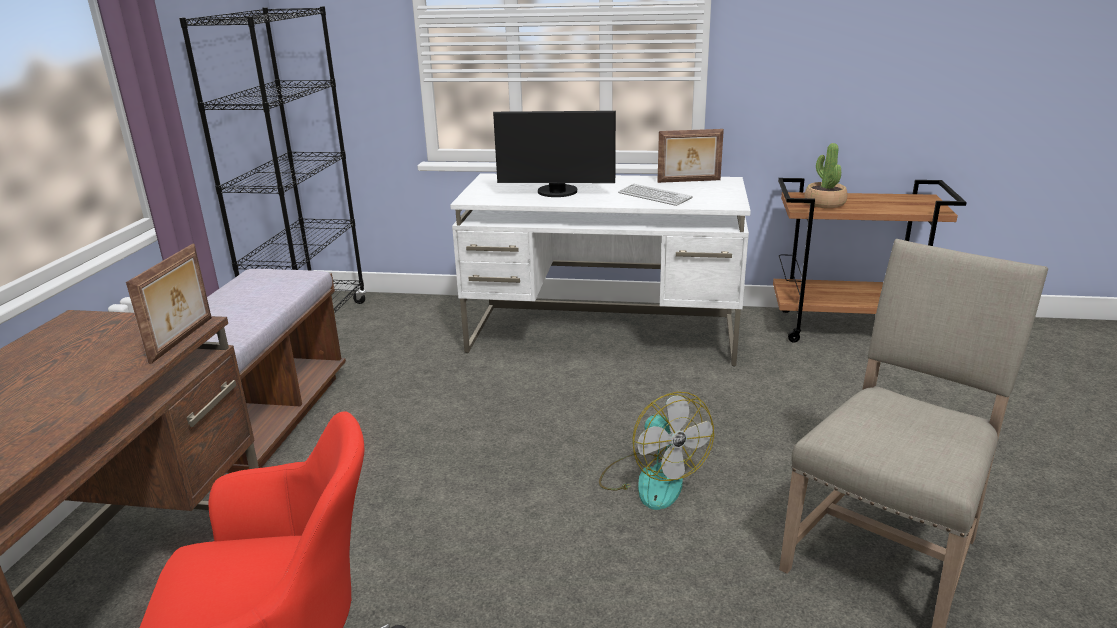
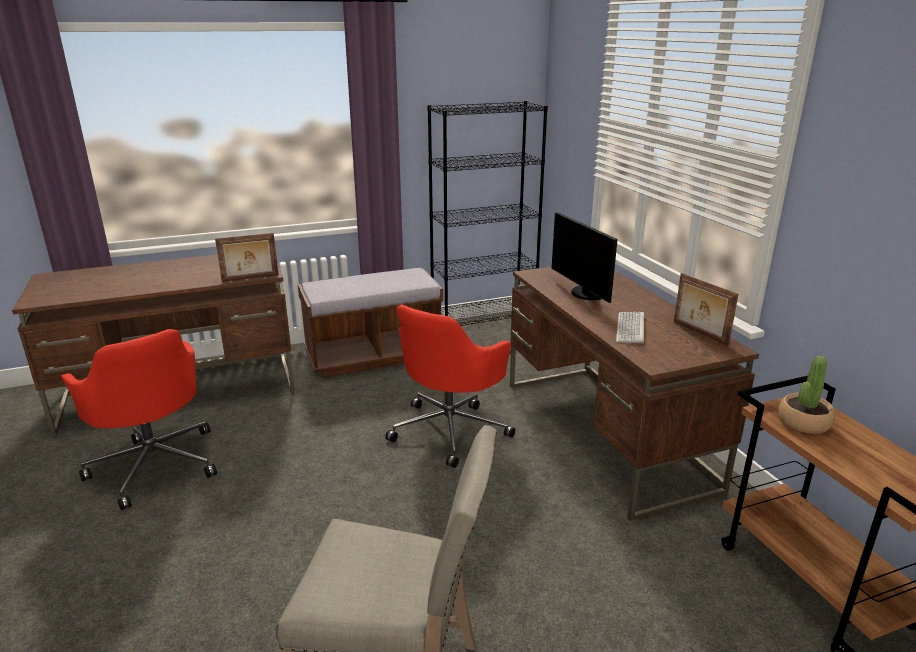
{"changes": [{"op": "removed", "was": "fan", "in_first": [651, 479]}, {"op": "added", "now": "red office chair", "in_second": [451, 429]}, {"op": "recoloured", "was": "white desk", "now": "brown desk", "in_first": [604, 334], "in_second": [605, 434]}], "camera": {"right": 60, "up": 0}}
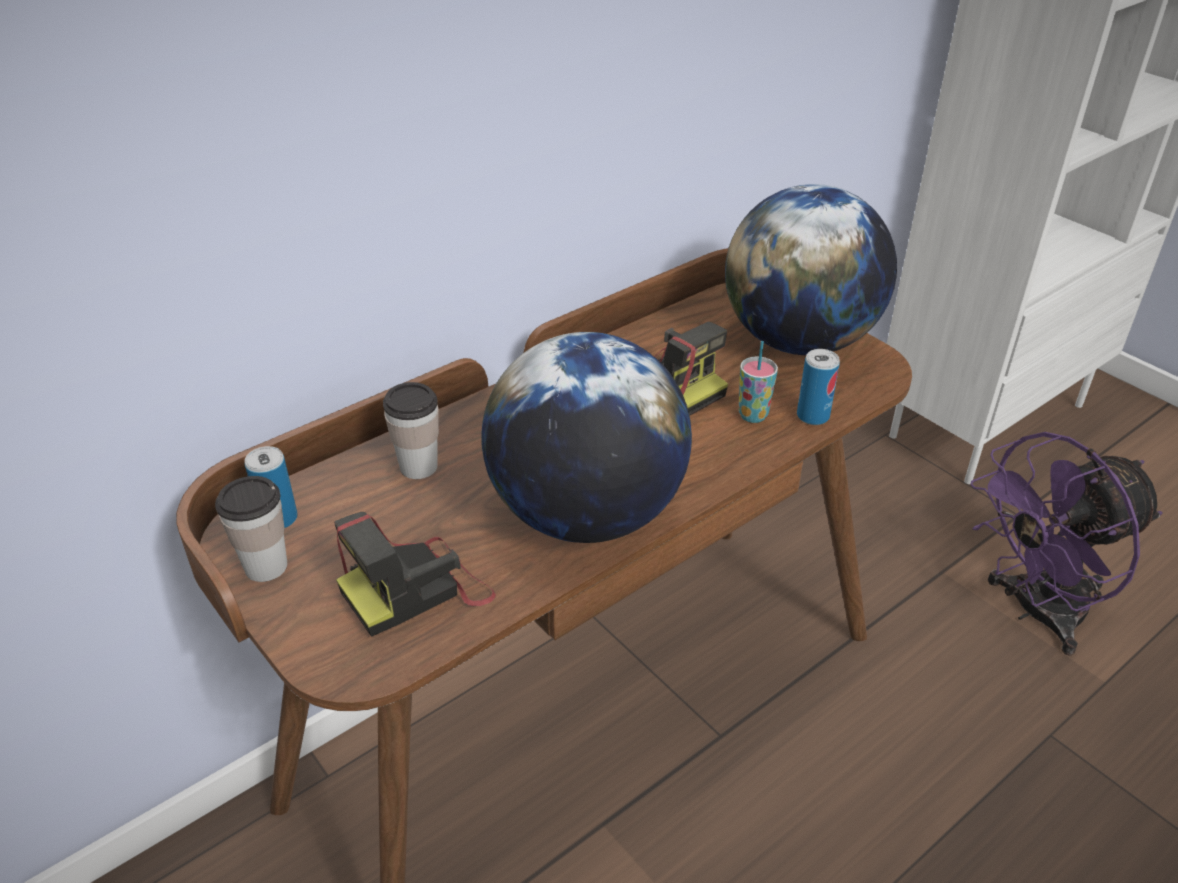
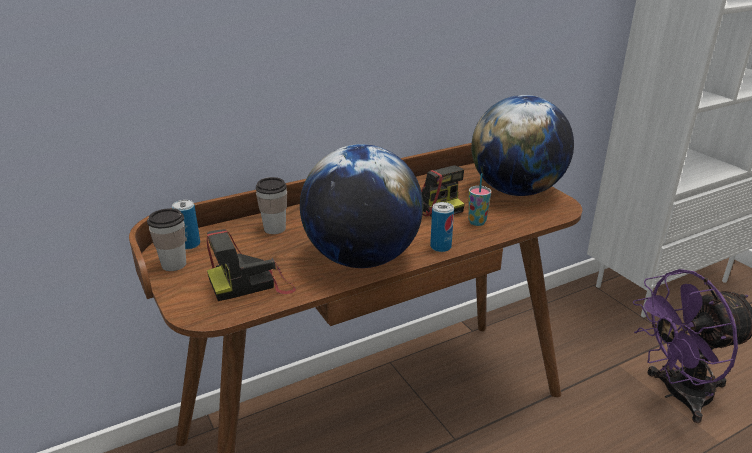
{"changes": [{"op": "moved", "was": "can", "in_first": [813, 416], "in_second": [440, 247]}], "camera": {"right": 10, "up": -10}}
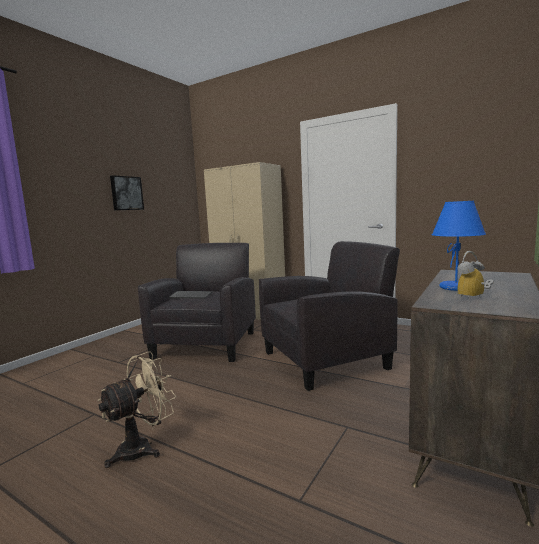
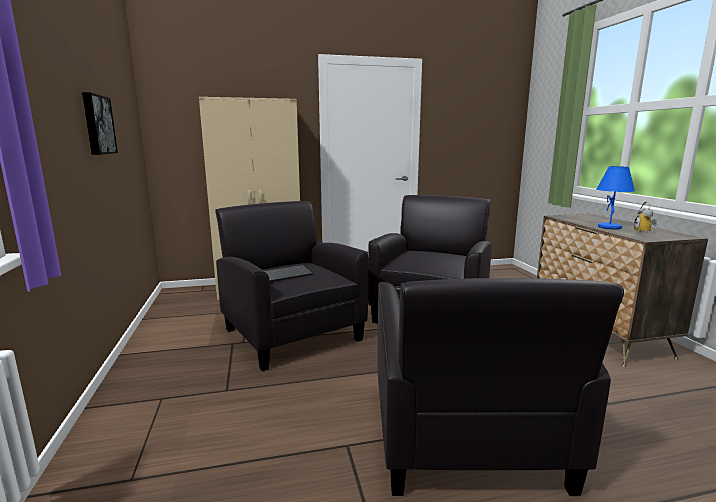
{"changes": [{"op": "replaced", "was": "beige fan", "now": "black armchair", "in_first": [143, 448], "in_second": [465, 438]}], "camera": {"right": -45, "up": 5}}
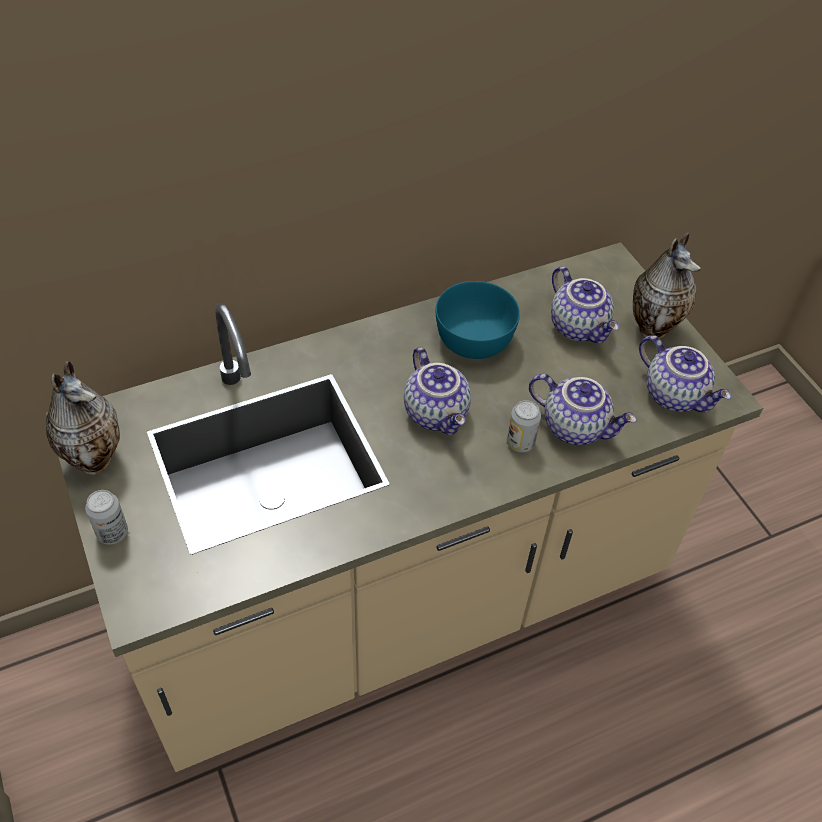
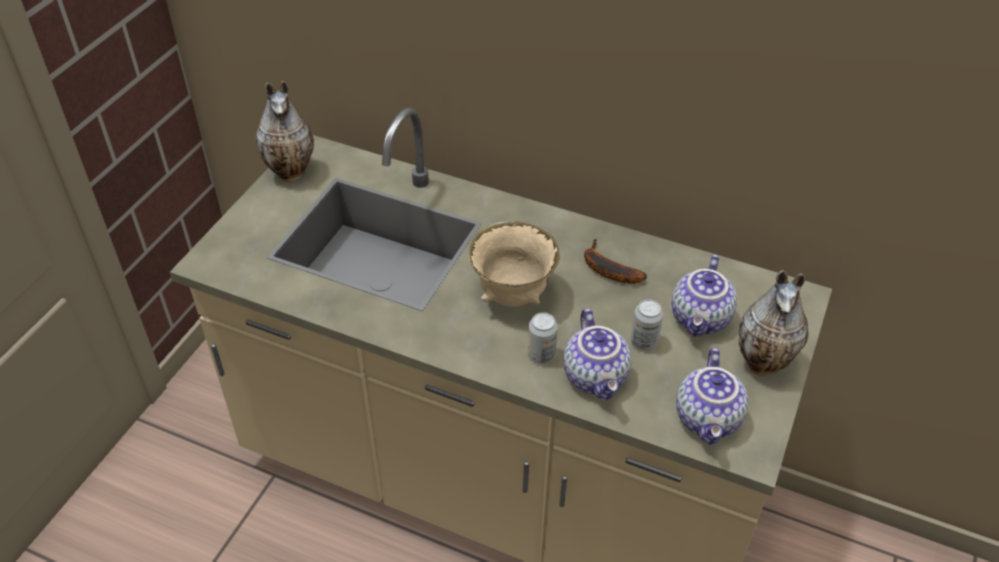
{"changes": [{"op": "moved", "was": "can", "in_first": [112, 533], "in_second": [643, 342]}, {"op": "replaced", "was": "teapot", "now": "beige bowl", "in_first": [437, 413], "in_second": [513, 295]}, {"op": "replaced", "was": "turquoise bowl", "now": "banana", "in_first": [473, 339], "in_second": [606, 269]}], "camera": {"right": 50, "up": -5}}
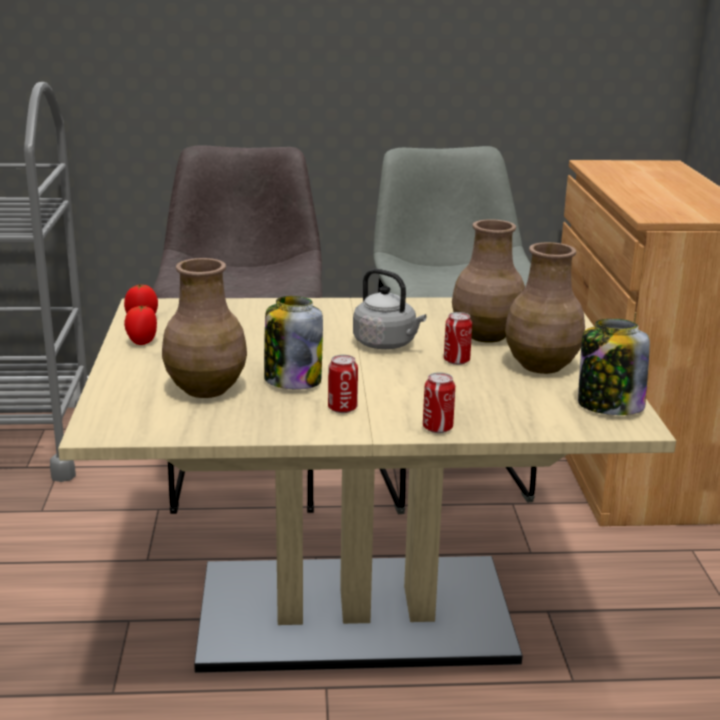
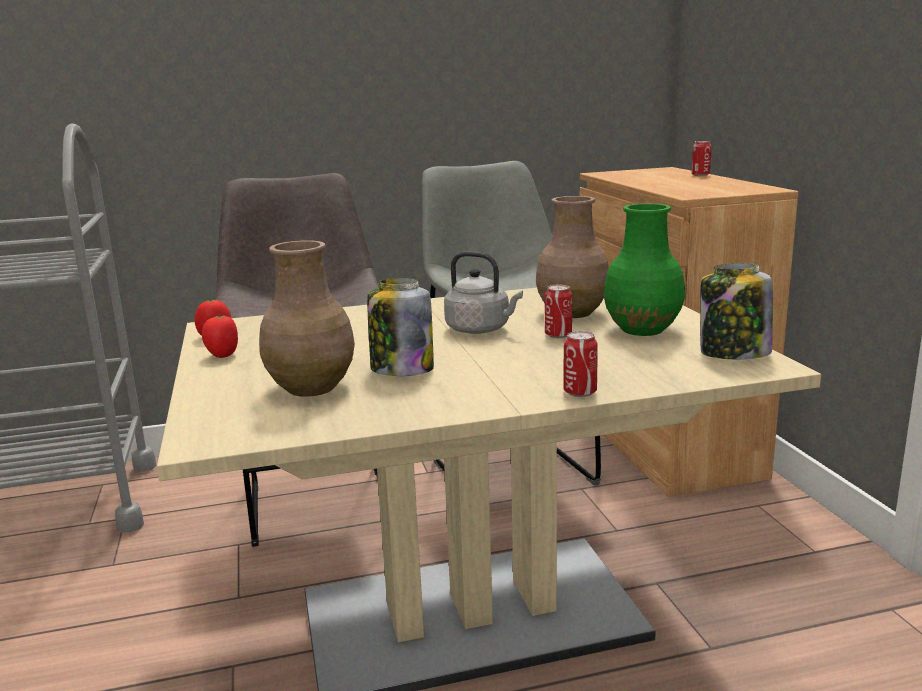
{"changes": [{"op": "moved", "was": "can", "in_first": [342, 408], "in_second": [700, 175]}, {"op": "recoloured", "was": "brown vase", "now": "green vase", "in_first": [542, 366], "in_second": [643, 330]}], "camera": {"right": -10, "up": -5}}
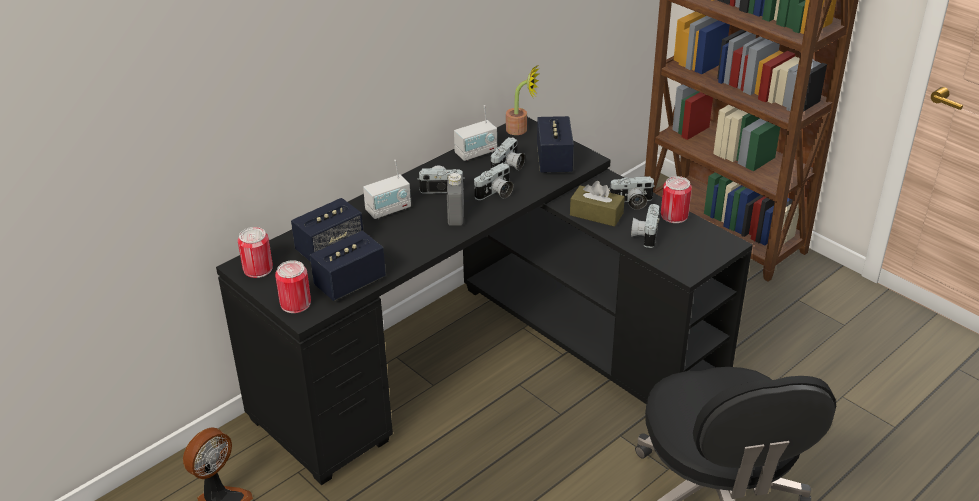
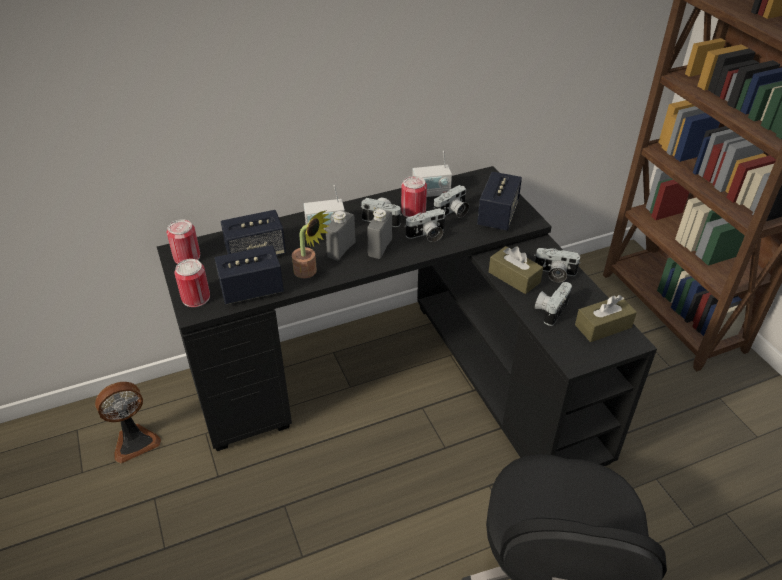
{"changes": [{"op": "added", "now": "grey bottle", "in_second": [341, 250]}, {"op": "added", "now": "brown tissue box", "in_second": [603, 326]}, {"op": "moved", "was": "potted plant", "in_first": [521, 130], "in_second": [309, 272]}, {"op": "moved", "was": "can", "in_first": [674, 215], "in_second": [413, 211]}], "camera": {"right": 20, "up": 5}}
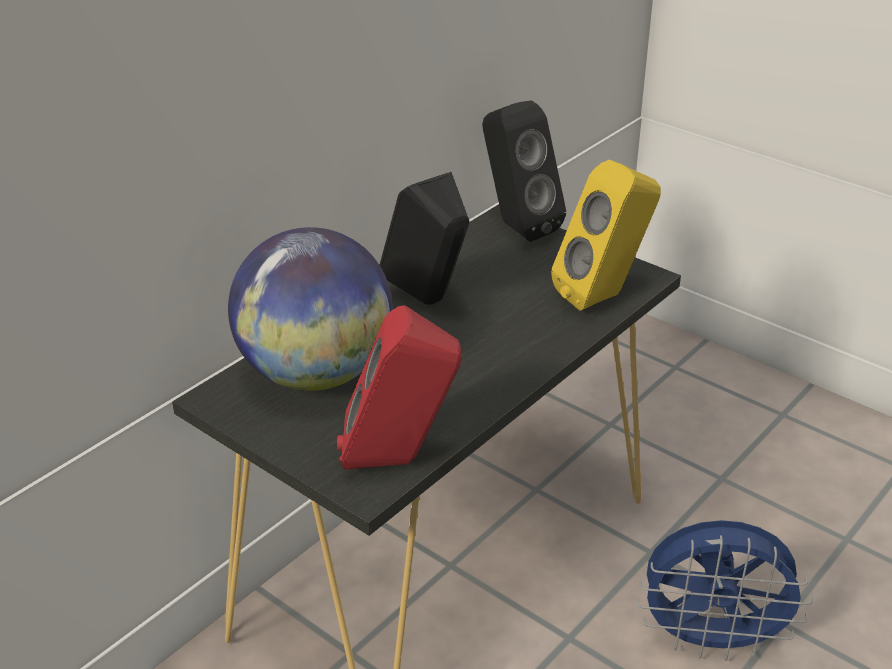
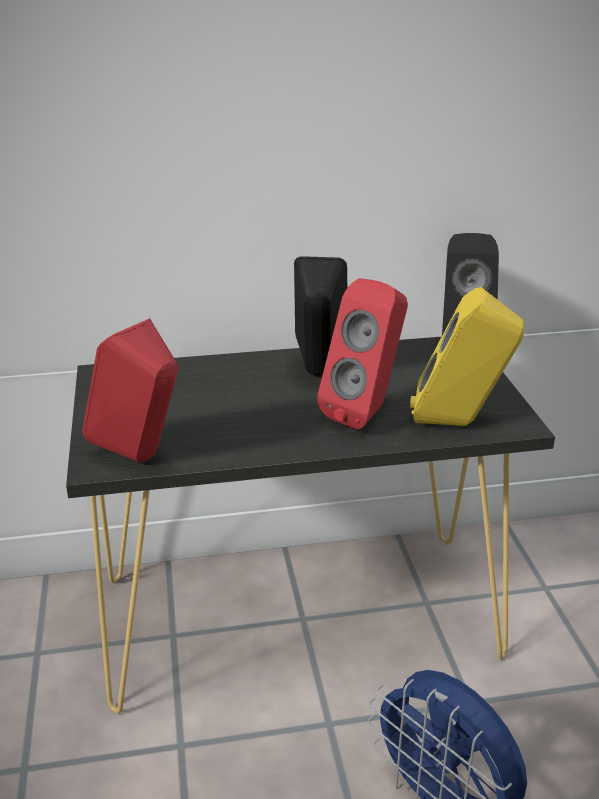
{"changes": [{"op": "removed", "was": "globe", "in_first": [316, 374]}, {"op": "added", "now": "red speaker", "in_second": [366, 413]}], "camera": {"right": 40, "up": -5}}
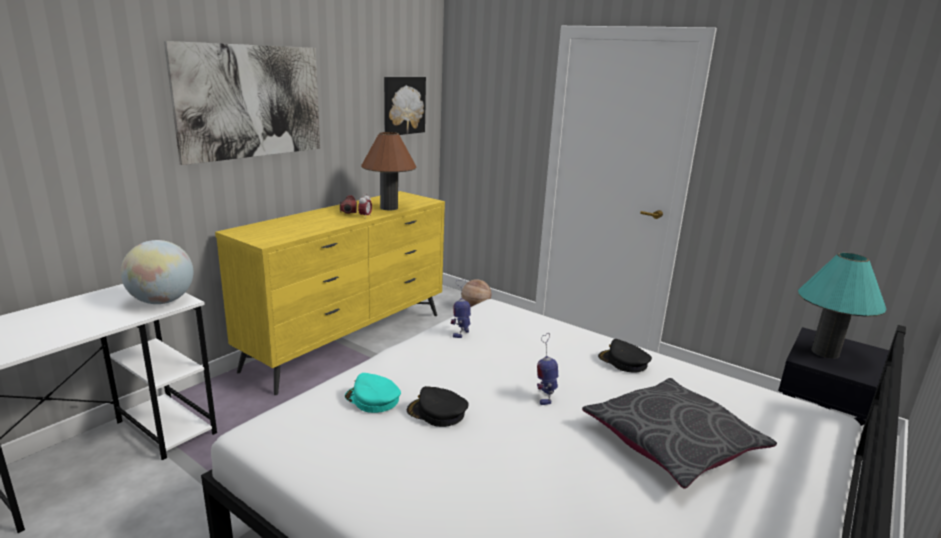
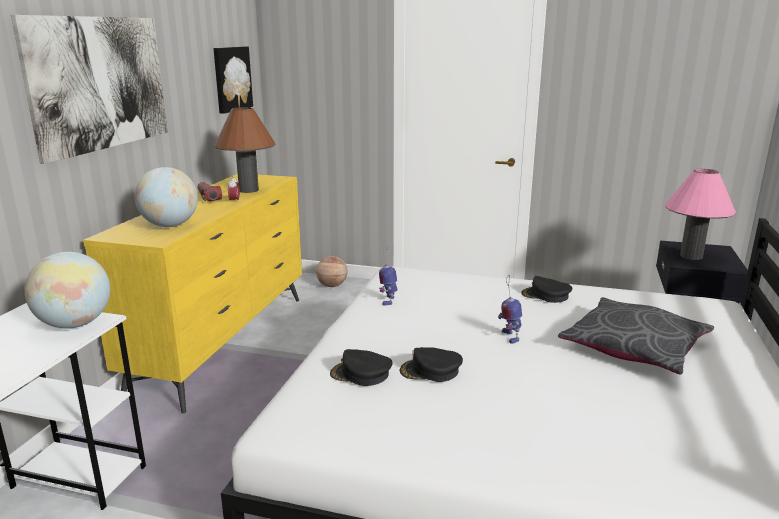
{"changes": [{"op": "added", "now": "globe", "in_second": [170, 225]}, {"op": "recoloured", "was": "turquoise cap", "now": "black cap", "in_first": [372, 399], "in_second": [361, 374]}, {"op": "recoloured", "was": "turquoise table lamp", "now": "pink table lamp", "in_first": [825, 352], "in_second": [691, 256]}], "camera": {"right": -20, "up": 0}}
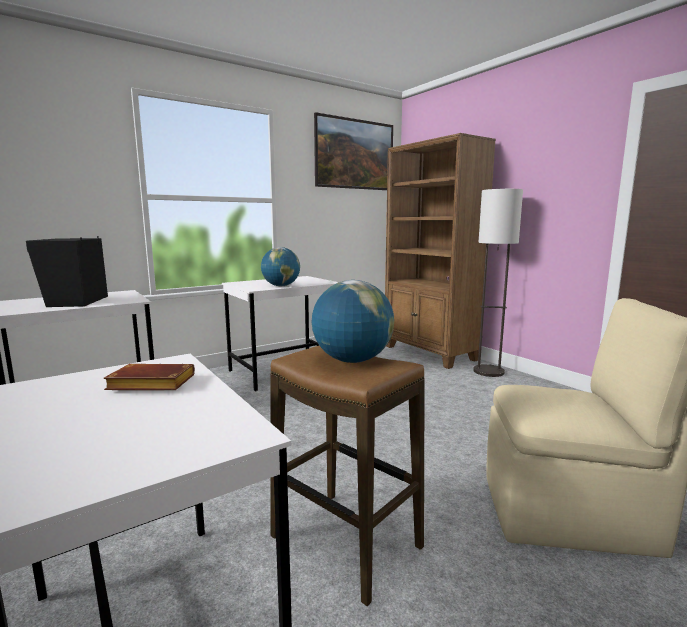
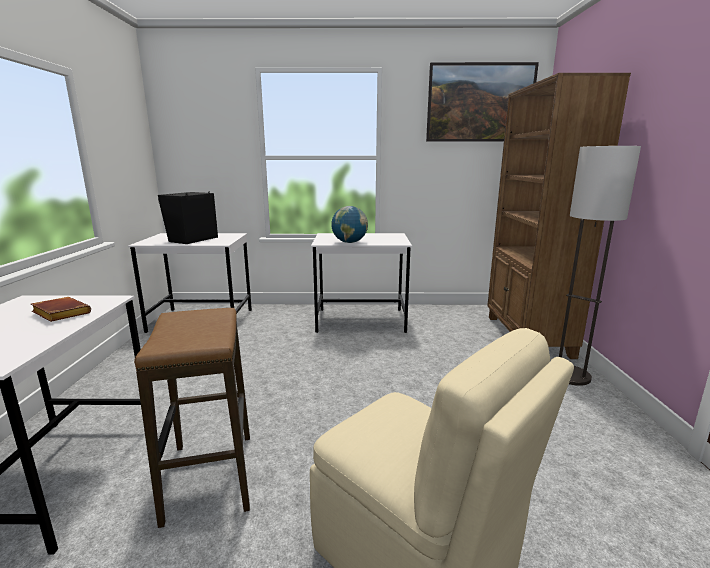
{"changes": [{"op": "removed", "was": "globe", "in_first": [352, 360]}], "camera": {"right": 35, "up": 5}}
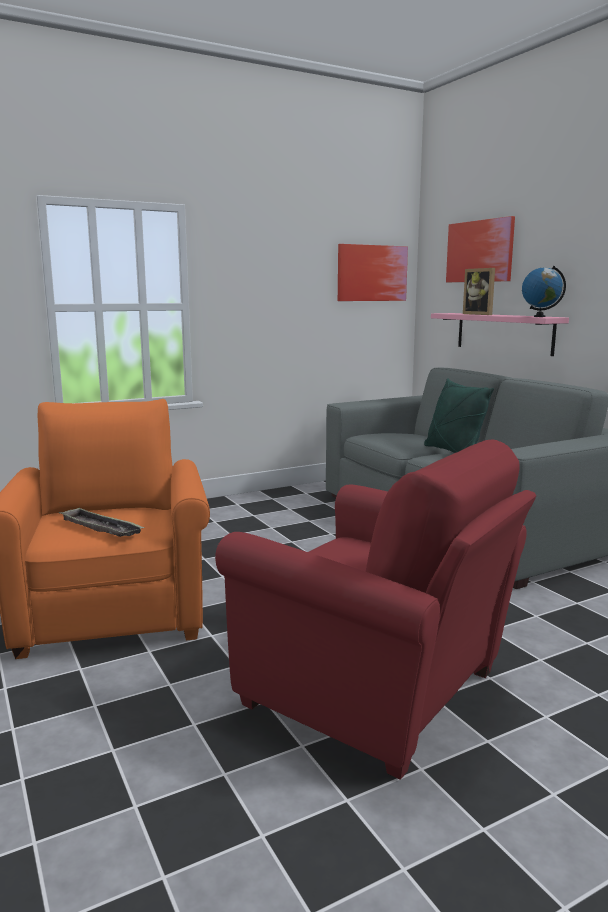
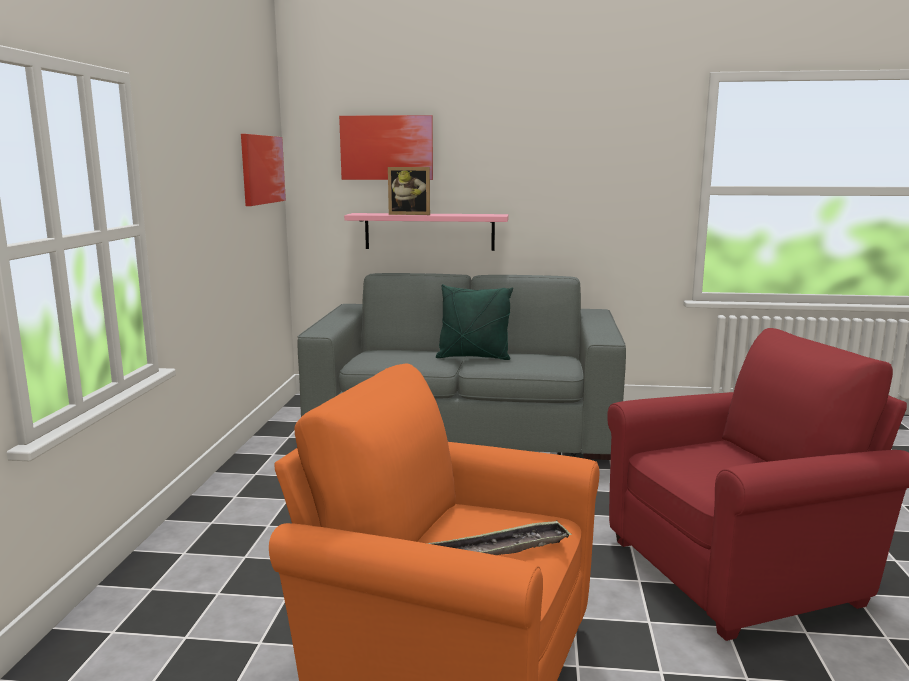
{"changes": [{"op": "removed", "was": "globe", "in_first": [539, 316]}], "camera": {"right": -55, "up": 0}}
